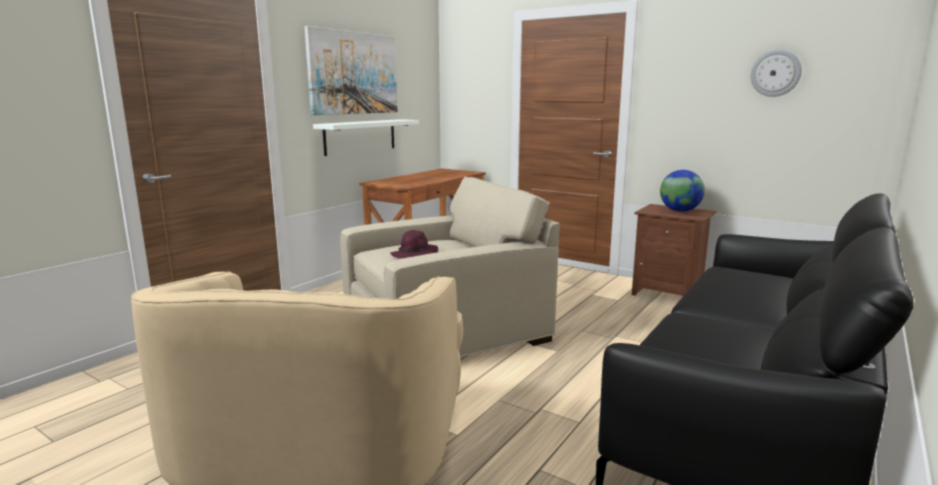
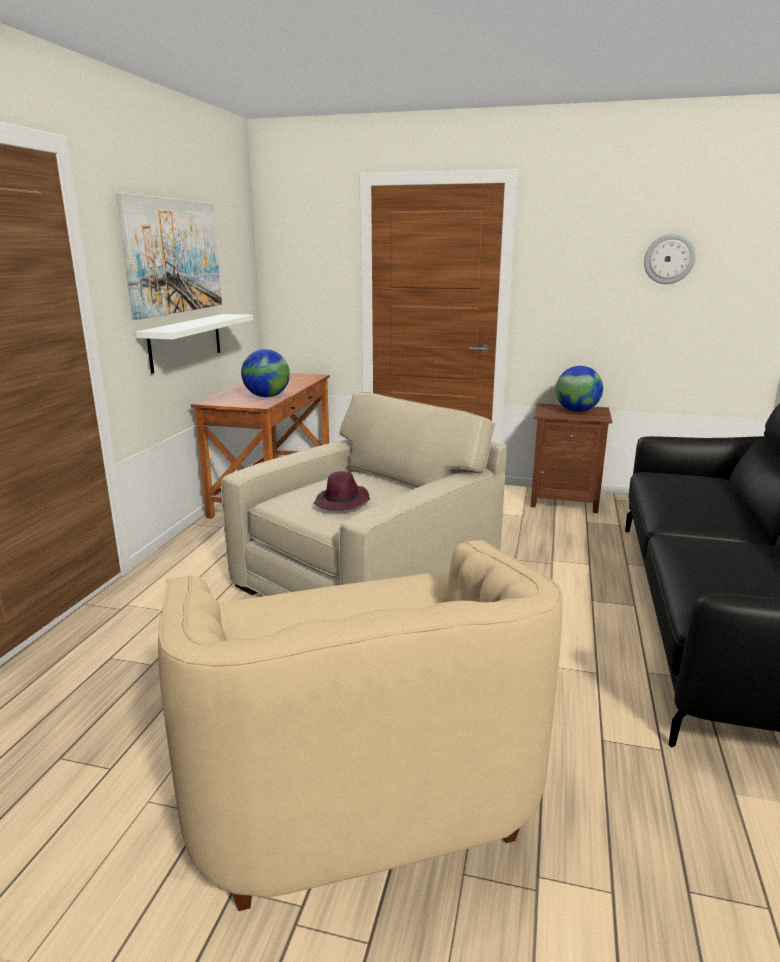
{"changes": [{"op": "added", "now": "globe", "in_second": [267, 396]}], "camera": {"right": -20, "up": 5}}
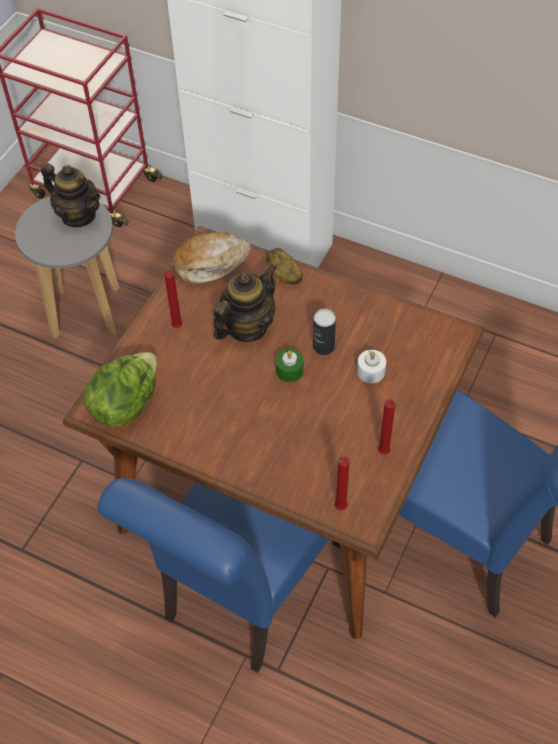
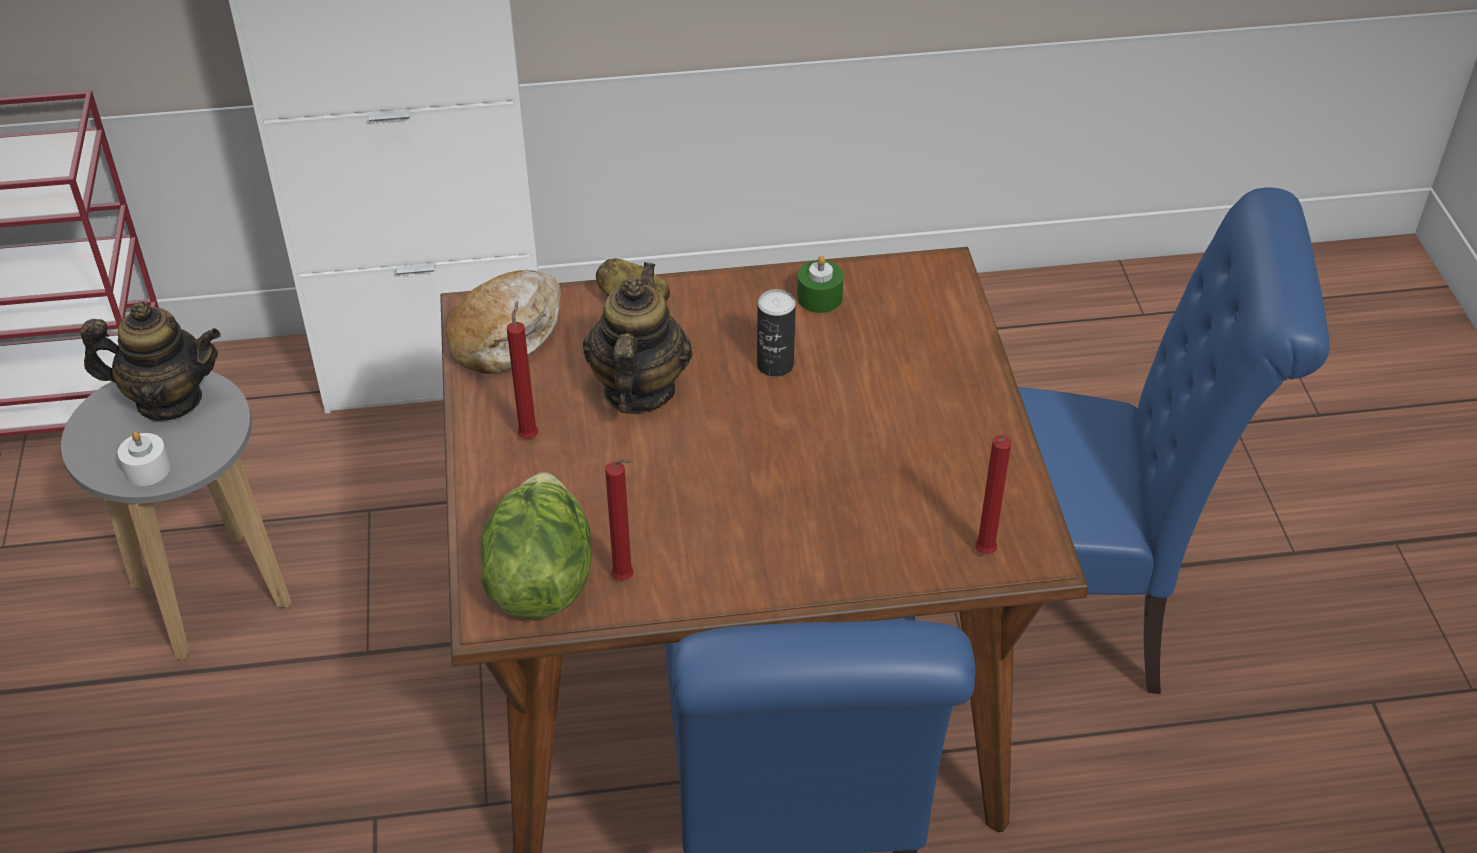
{"changes": [{"op": "moved", "was": "green candle", "in_first": [289, 370], "in_second": [819, 297]}, {"op": "moved", "was": "white candle", "in_first": [371, 371], "in_second": [147, 469]}, {"op": "moved", "was": "red candle", "in_first": [385, 453], "in_second": [626, 579]}], "camera": {"right": -35, "up": -10}}
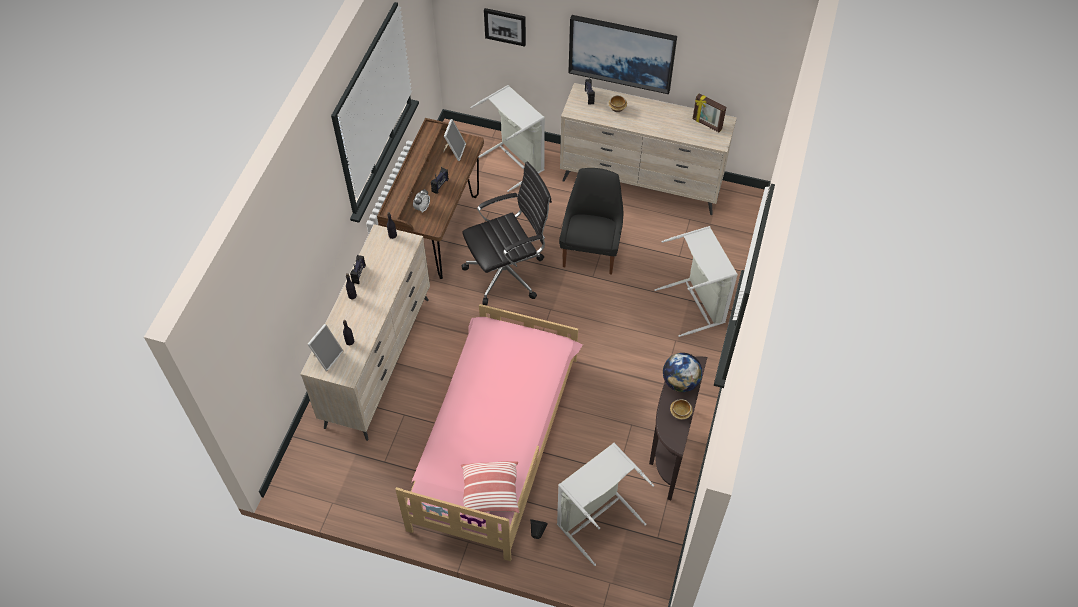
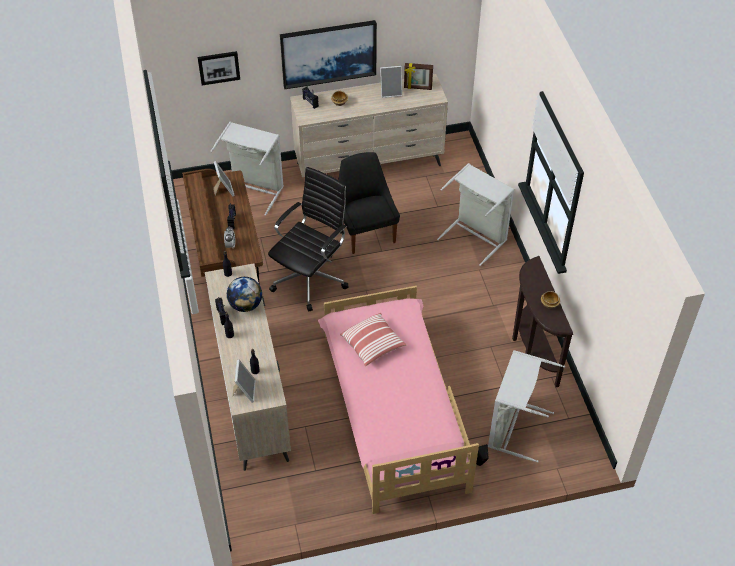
{"changes": [{"op": "added", "now": "picture frame", "in_second": [391, 92]}, {"op": "moved", "was": "pillow", "in_first": [490, 493], "in_second": [373, 345]}, {"op": "moved", "was": "globe", "in_first": [680, 382], "in_second": [245, 305]}], "camera": {"right": -30, "up": -5}}
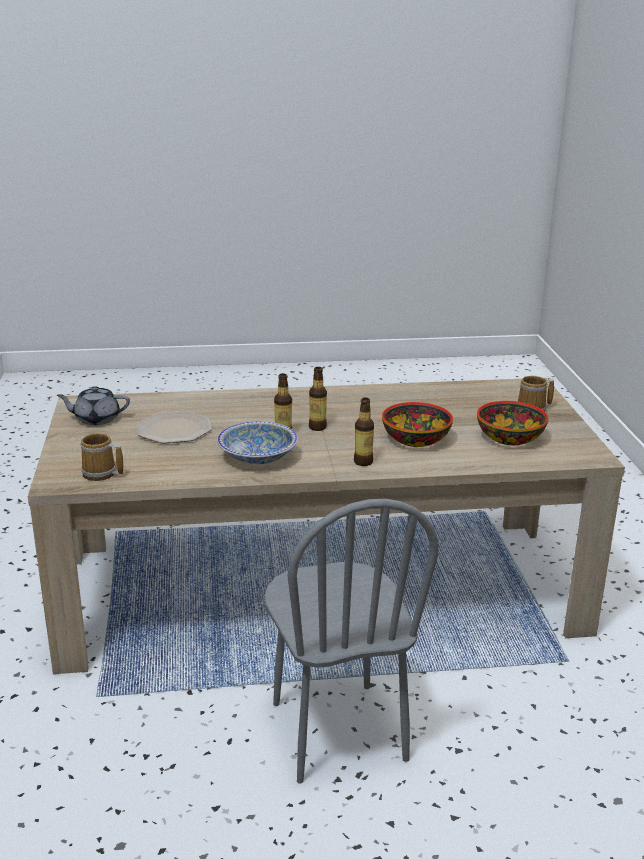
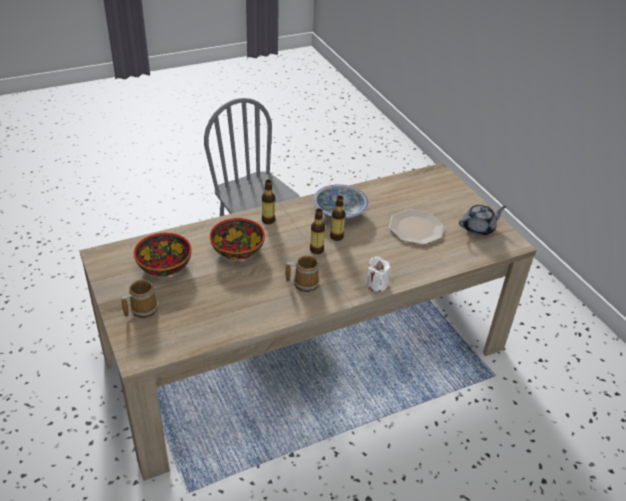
{"changes": [{"op": "added", "now": "white candle", "in_second": [376, 284]}, {"op": "moved", "was": "mug", "in_first": [101, 474], "in_second": [304, 283]}], "camera": {"right": 160, "up": 15}}
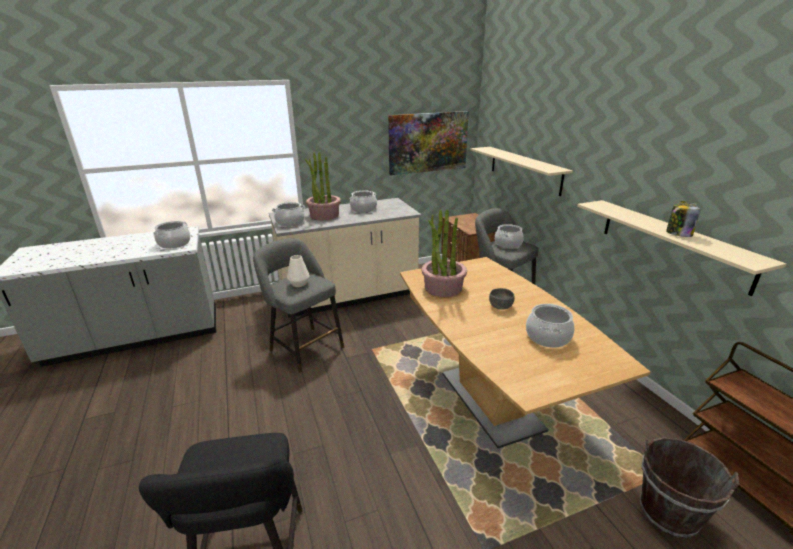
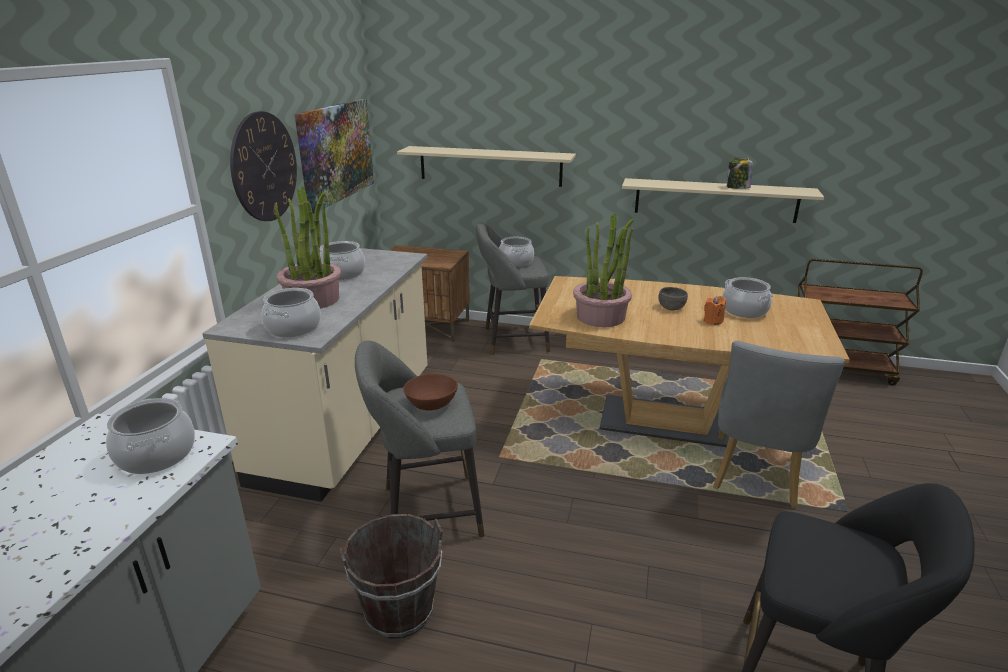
{"changes": [{"op": "added", "now": "wall clock", "in_second": [264, 167]}, {"op": "added", "now": "orange candle", "in_second": [713, 321]}, {"op": "added", "now": "grey chair", "in_second": [755, 477]}, {"op": "moved", "was": "brown bucket", "in_first": [668, 513], "in_second": [399, 611]}, {"op": "replaced", "was": "white vase", "now": "brown bowl", "in_first": [299, 284], "in_second": [431, 403]}], "camera": {"right": -55, "up": 0}}
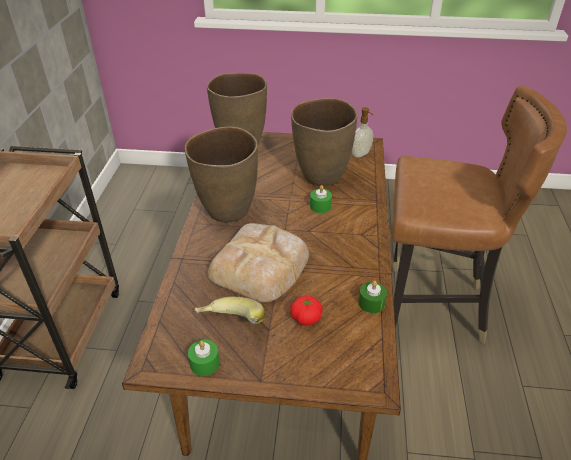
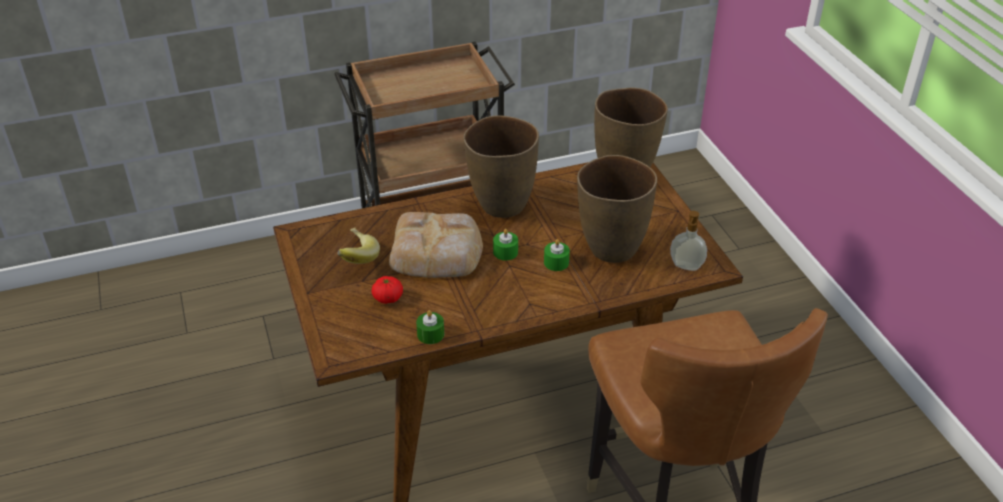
{"changes": [{"op": "moved", "was": "green candle", "in_first": [204, 363], "in_second": [505, 252]}], "camera": {"right": 65, "up": 0}}
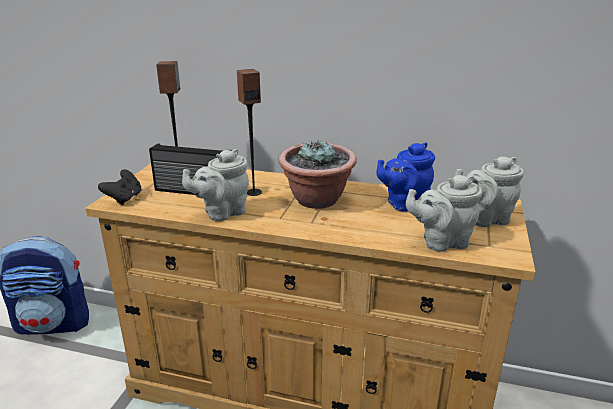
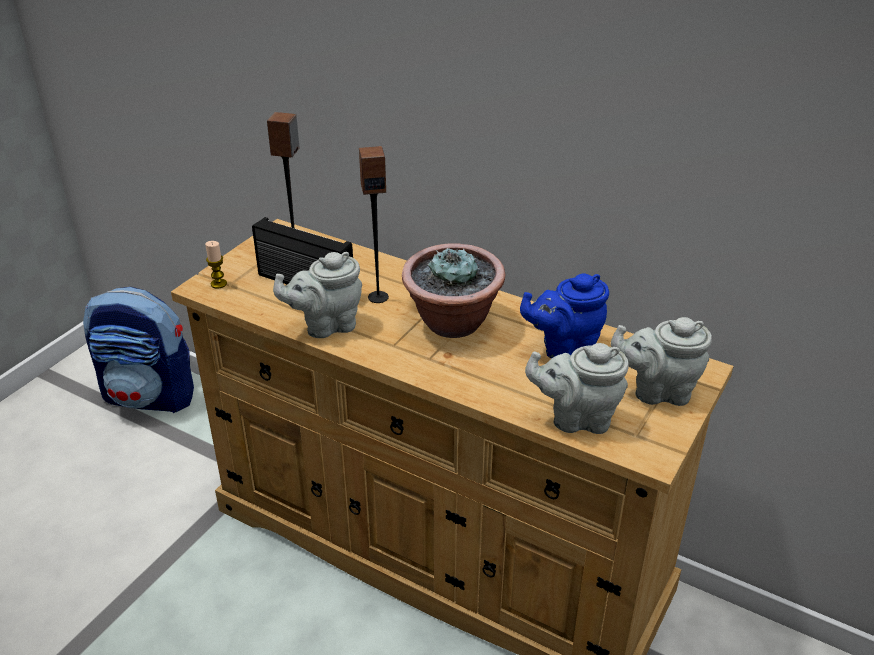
{"changes": [{"op": "replaced", "was": "black game controller", "now": "candle", "in_first": [124, 199], "in_second": [218, 284]}], "camera": {"right": 15, "up": 10}}
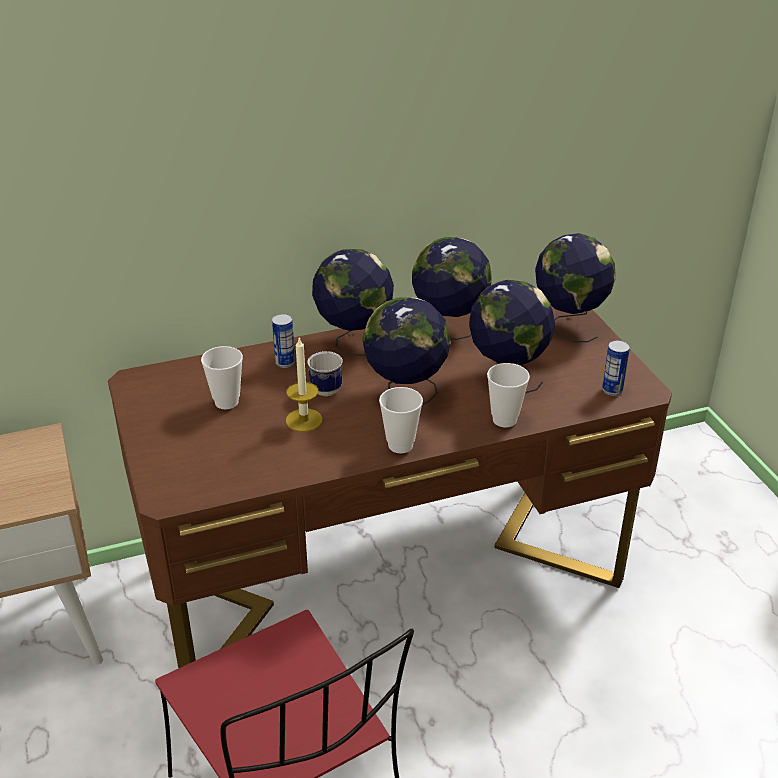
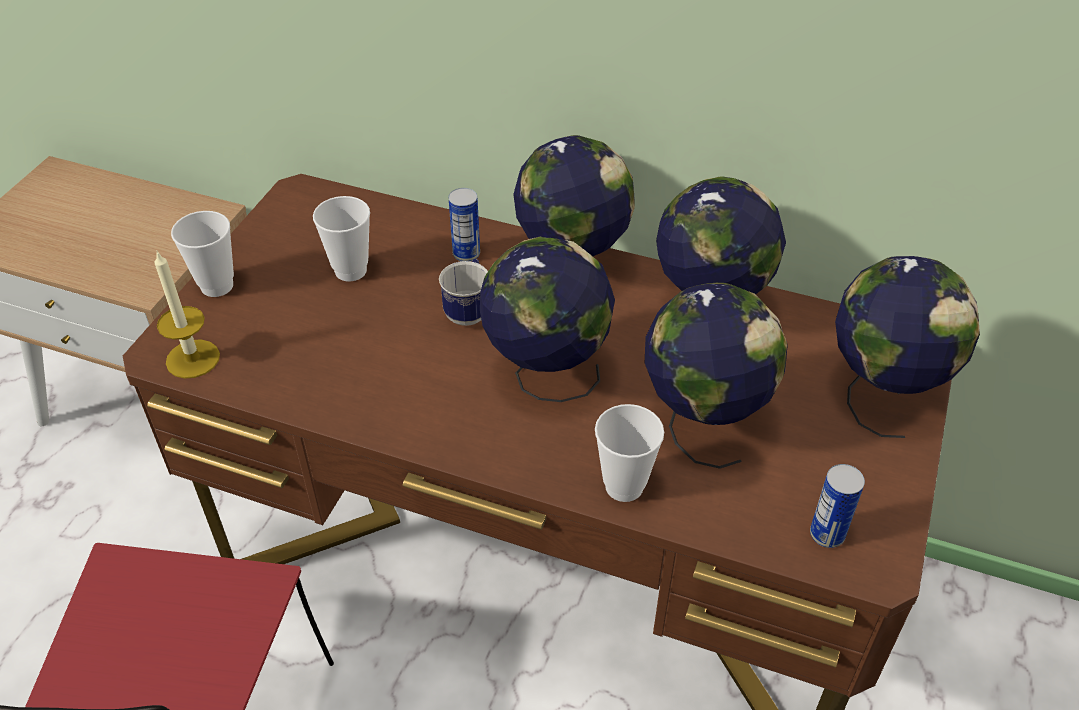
{"changes": [{"op": "moved", "was": "candle", "in_first": [304, 420], "in_second": [193, 359]}, {"op": "moved", "was": "cup", "in_first": [400, 445], "in_second": [217, 286]}], "camera": {"right": 40, "up": 10}}
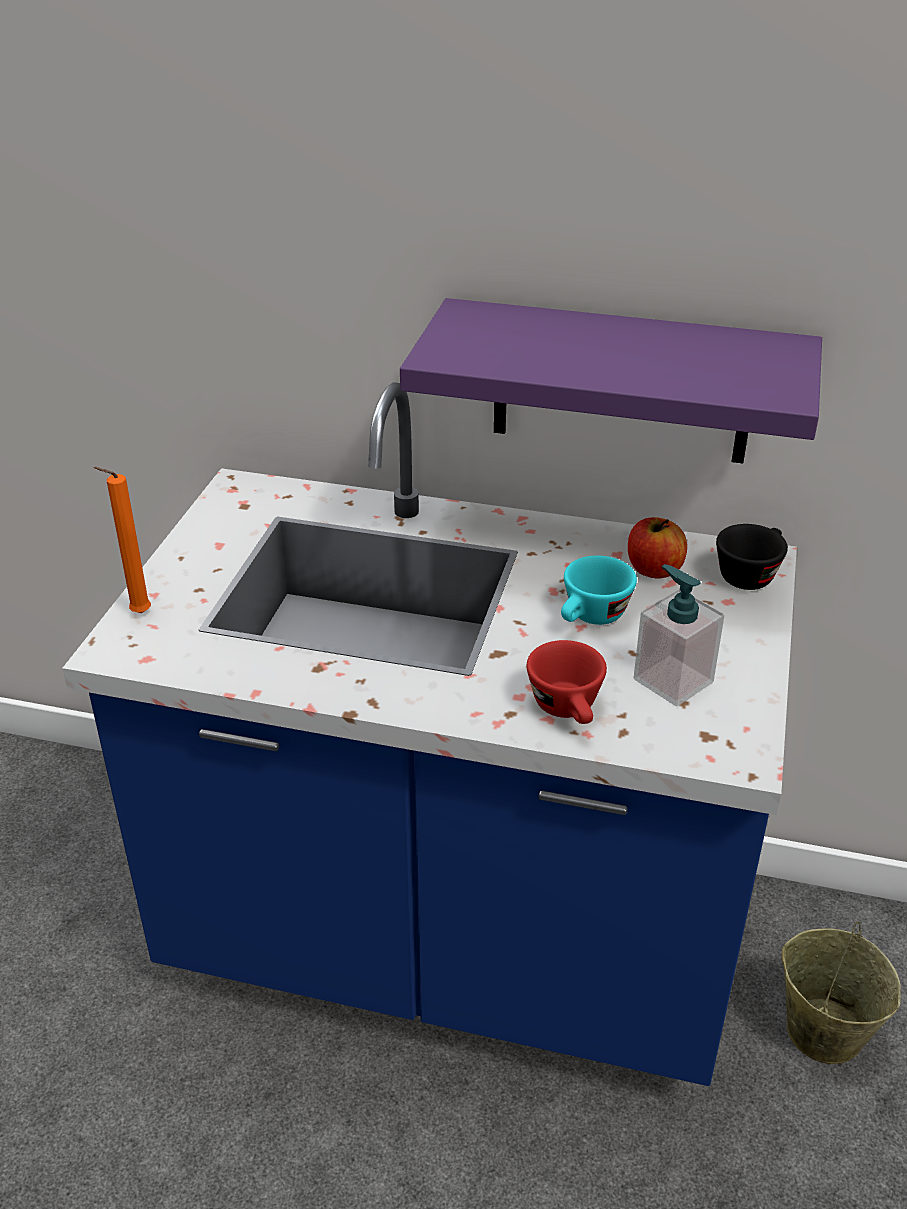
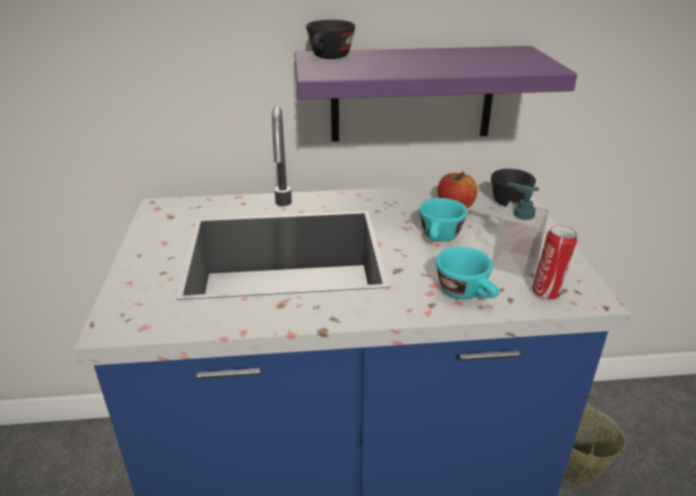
{"changes": [{"op": "removed", "was": "orange candle", "in_first": [137, 614]}, {"op": "added", "now": "black cup", "in_second": [329, 58]}, {"op": "added", "now": "can", "in_second": [547, 293]}, {"op": "recoloured", "was": "red cup", "now": "turquoise cup", "in_first": [569, 710], "in_second": [467, 294]}], "camera": {"right": -20, "up": -5}}
